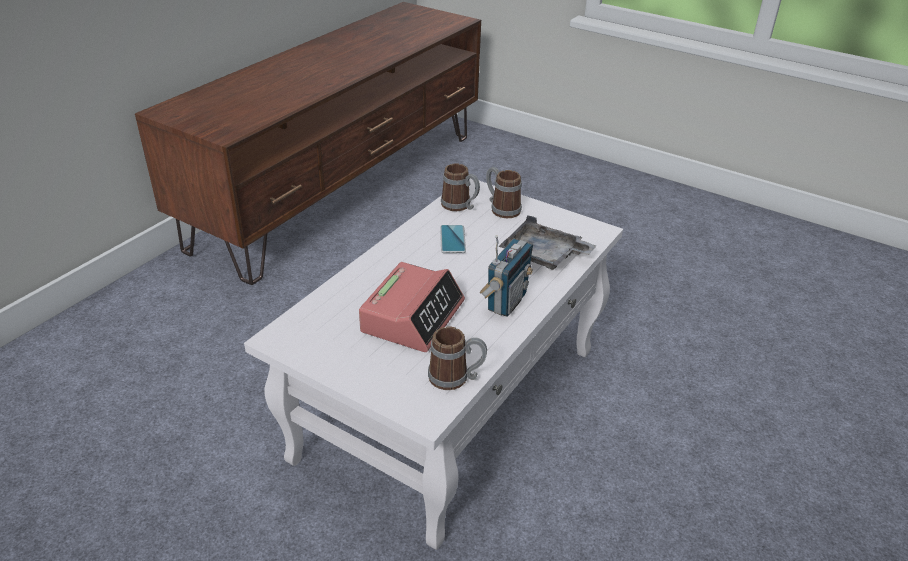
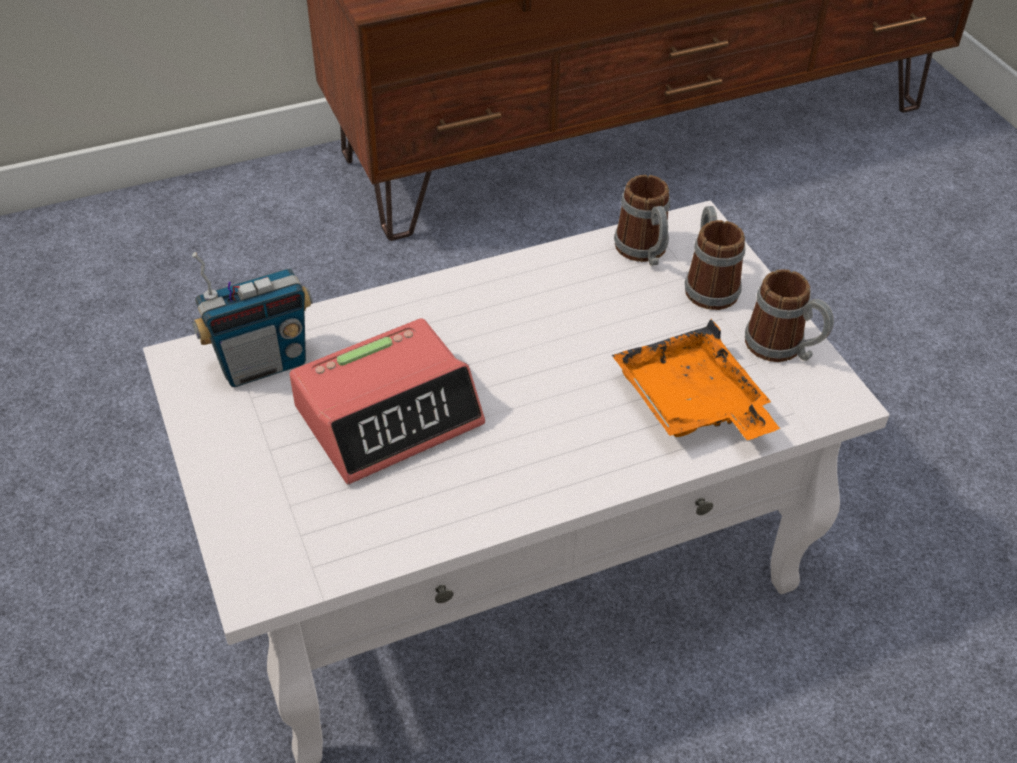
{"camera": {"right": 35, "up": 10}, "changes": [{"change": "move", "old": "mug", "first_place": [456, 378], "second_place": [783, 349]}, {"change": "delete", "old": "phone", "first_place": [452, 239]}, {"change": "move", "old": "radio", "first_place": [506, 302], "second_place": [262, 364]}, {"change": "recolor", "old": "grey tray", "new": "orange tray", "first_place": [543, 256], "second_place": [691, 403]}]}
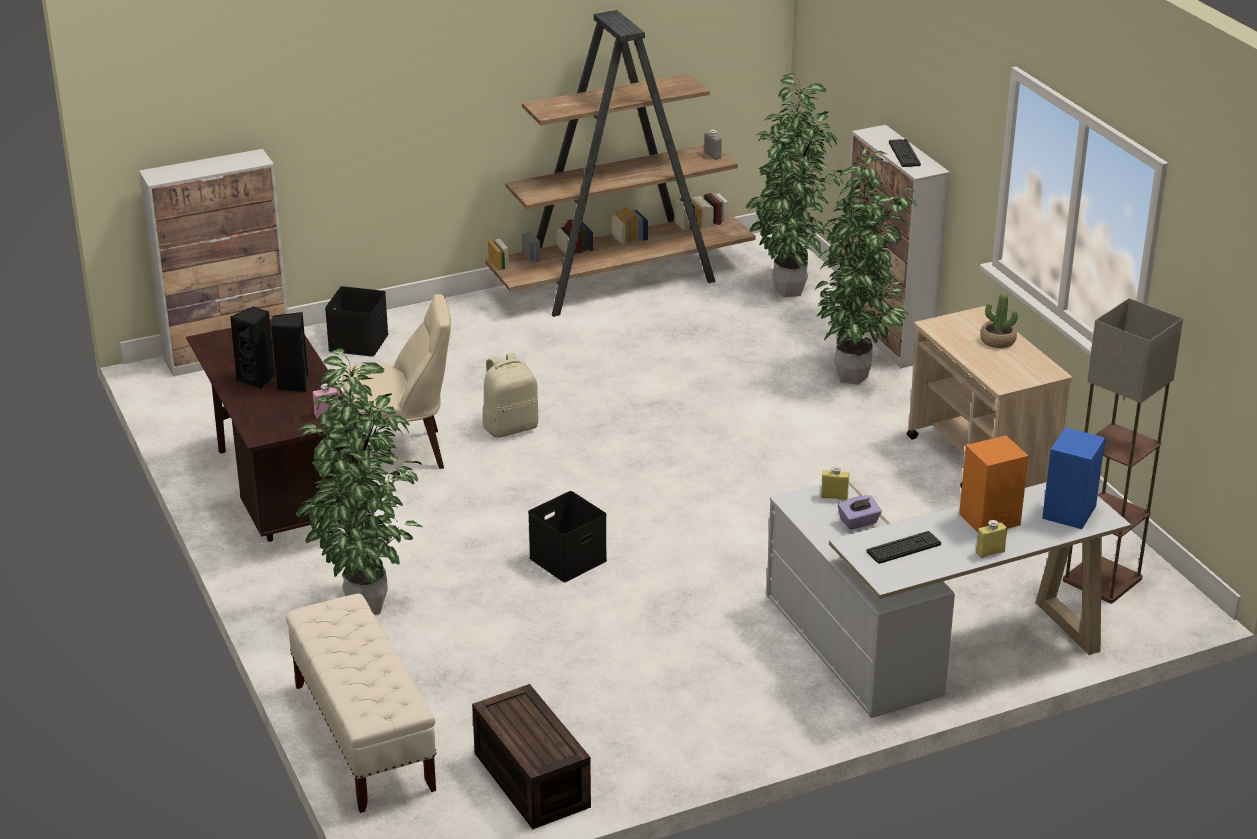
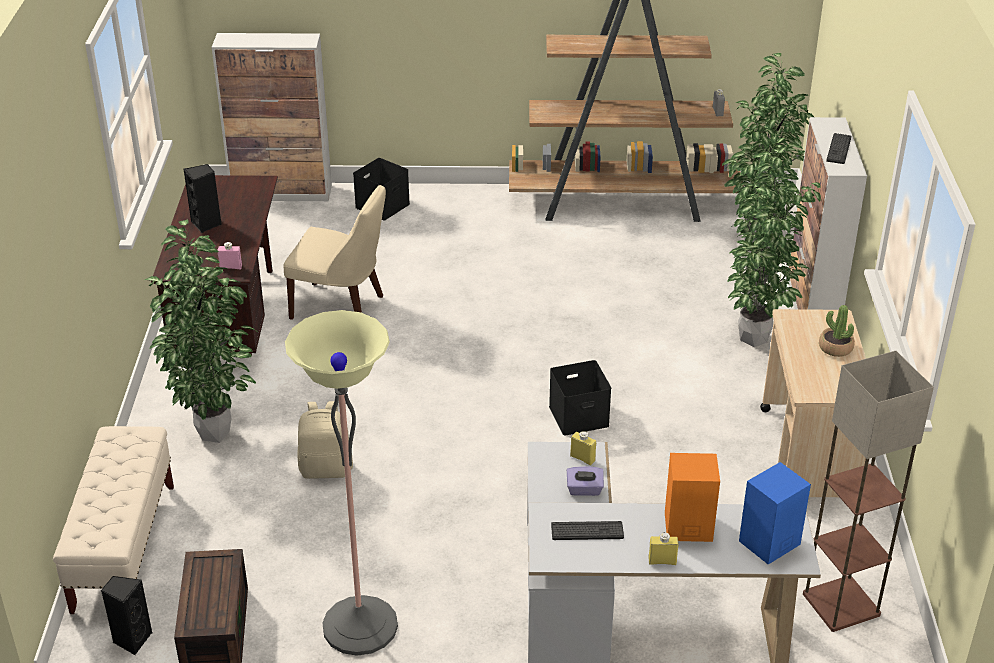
{"camera": {"right": 25, "up": 5}, "changes": [{"change": "move", "old": "black speaker", "first_place": [293, 384], "second_place": [132, 639]}, {"change": "move", "old": "beige backpack", "first_place": [510, 427], "second_place": [326, 468]}, {"change": "move", "old": "black storage box", "first_place": [568, 558], "second_place": [579, 415]}, {"change": "insert", "new": "floor lamp", "second_place": [360, 626]}]}
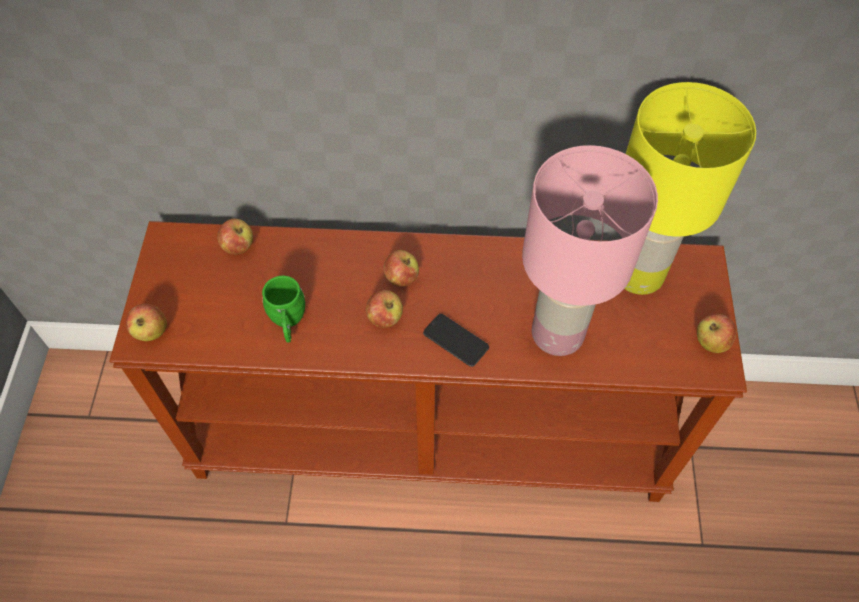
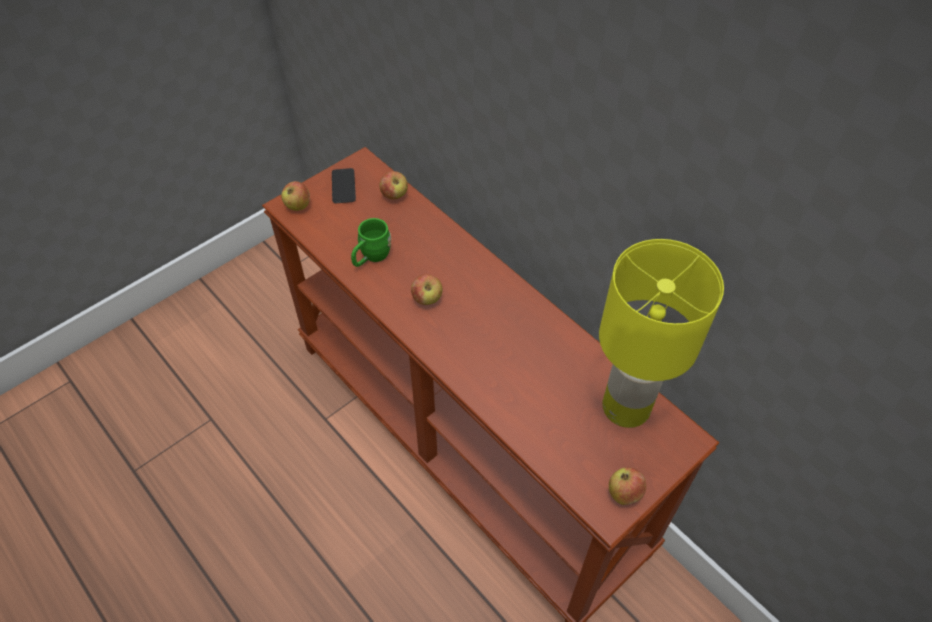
{"camera": {"right": 45, "up": -5}, "changes": [{"change": "delete", "old": "apple", "first_place": [401, 278]}, {"change": "move", "old": "phone", "first_place": [455, 340], "second_place": [343, 186]}, {"change": "delete", "old": "pink table lamp", "first_place": [559, 334]}]}
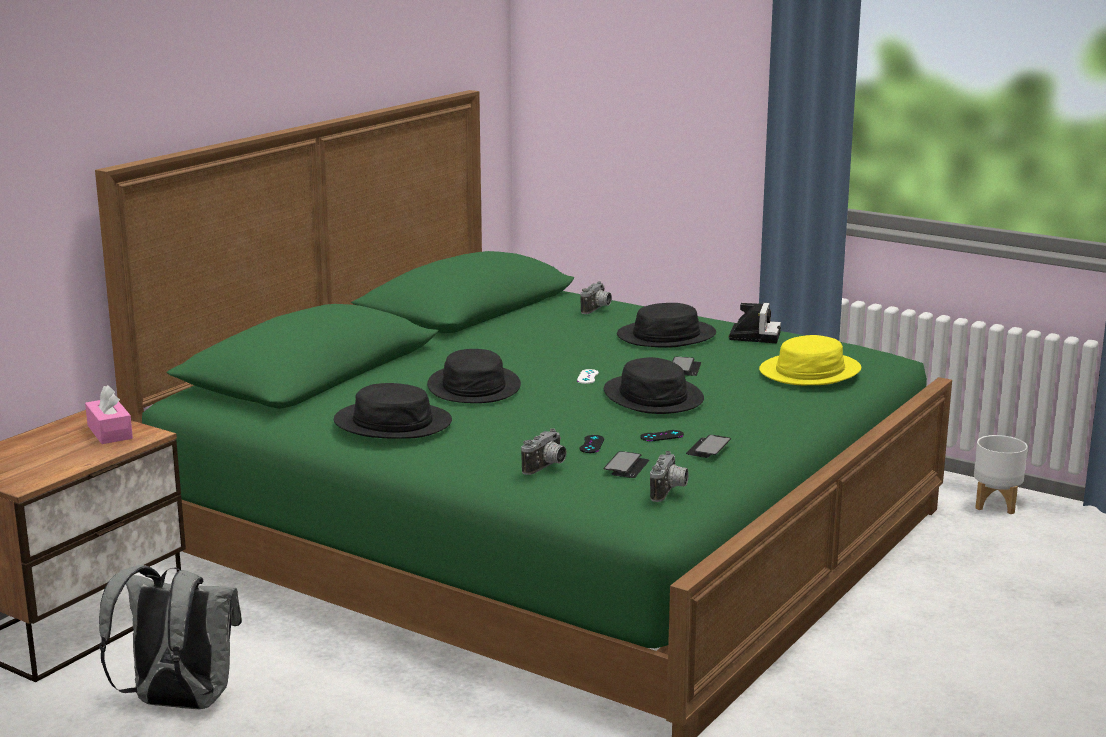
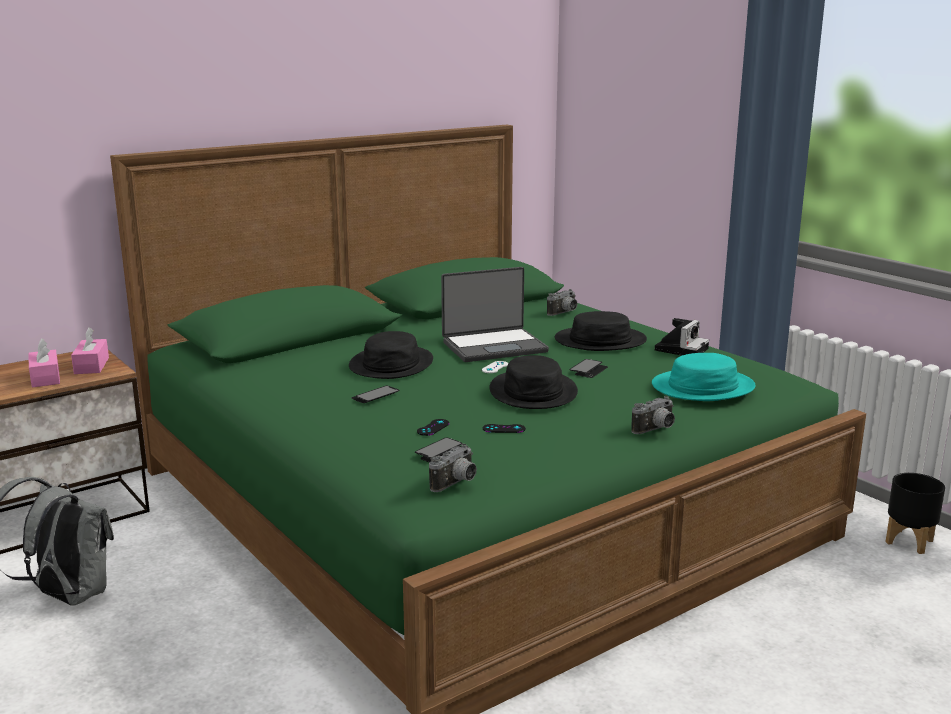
{"camera": {"right": 20, "up": 0}, "changes": [{"change": "delete", "old": "black hat", "first_place": [393, 423]}, {"change": "move", "old": "photo camera", "first_place": [547, 467], "second_place": [656, 430]}, {"change": "move", "old": "phone", "first_place": [708, 448], "second_place": [375, 396]}, {"change": "recolor", "old": "yellow hat", "new": "turquoise hat", "first_place": [810, 371], "second_place": [703, 387]}, {"change": "recolor", "old": "white planter", "new": "black planter", "first_place": [995, 504], "second_place": [909, 541]}, {"change": "insert", "new": "pink tissue box", "second_place": [45, 378]}, {"change": "insert", "new": "laptop", "second_place": [494, 346]}]}
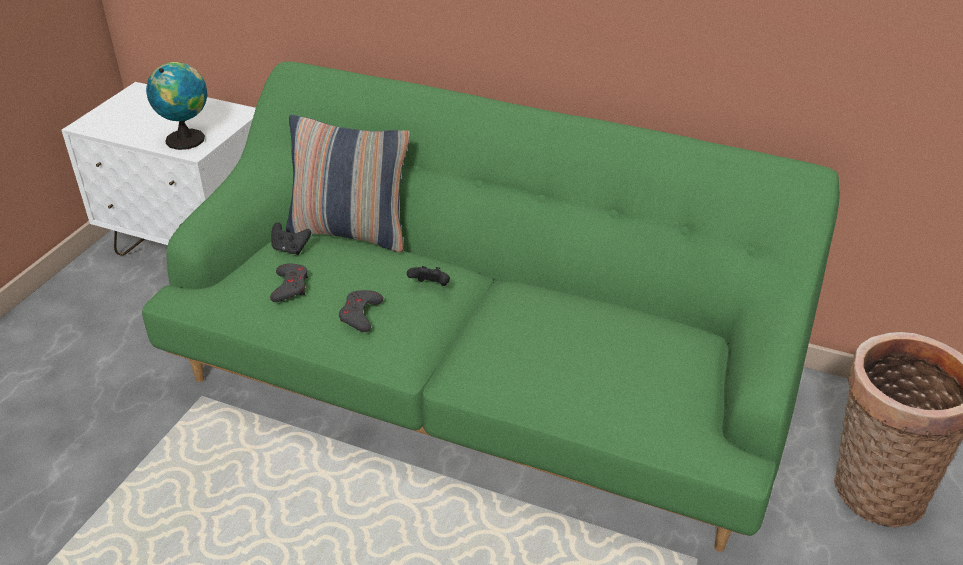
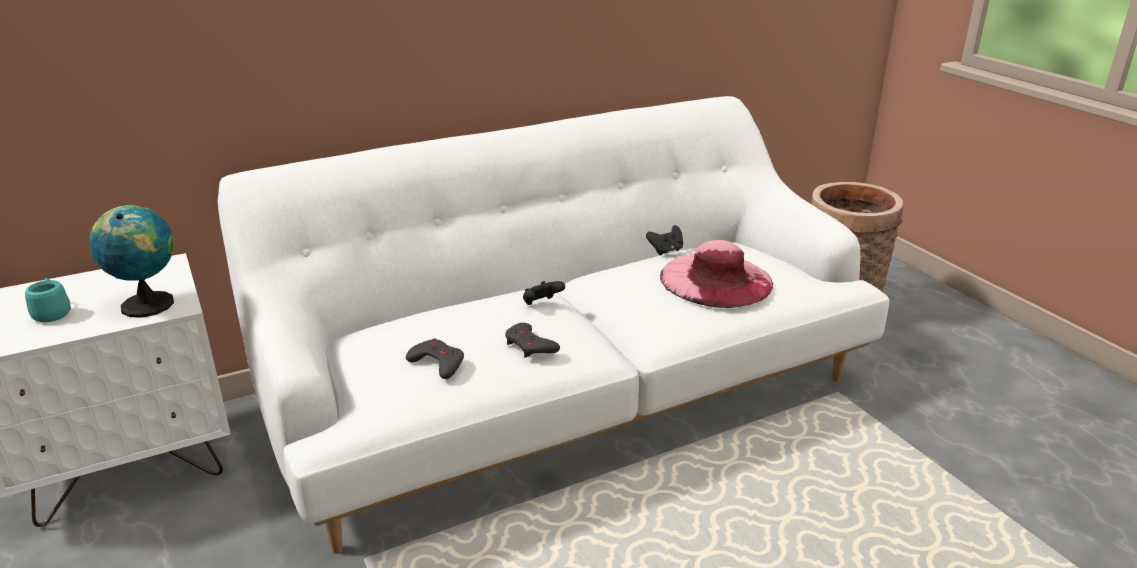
{"camera": {"right": -50, "up": -10}, "changes": [{"change": "recolor", "old": "green sofa", "new": "white sofa", "first_place": [481, 382], "second_place": [568, 393]}, {"change": "move", "old": "black game controller", "first_place": [290, 249], "second_place": [666, 251]}, {"change": "delete", "old": "pillow", "first_place": [350, 232]}, {"change": "insert", "new": "turquoise mug", "second_place": [52, 312]}, {"change": "insert", "new": "pink hat", "second_place": [716, 279]}]}
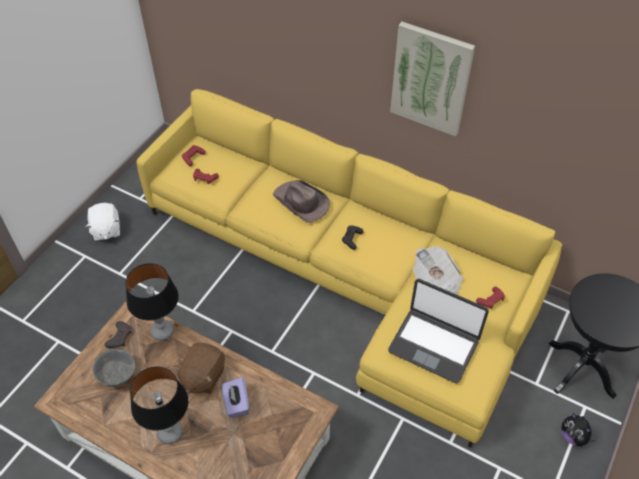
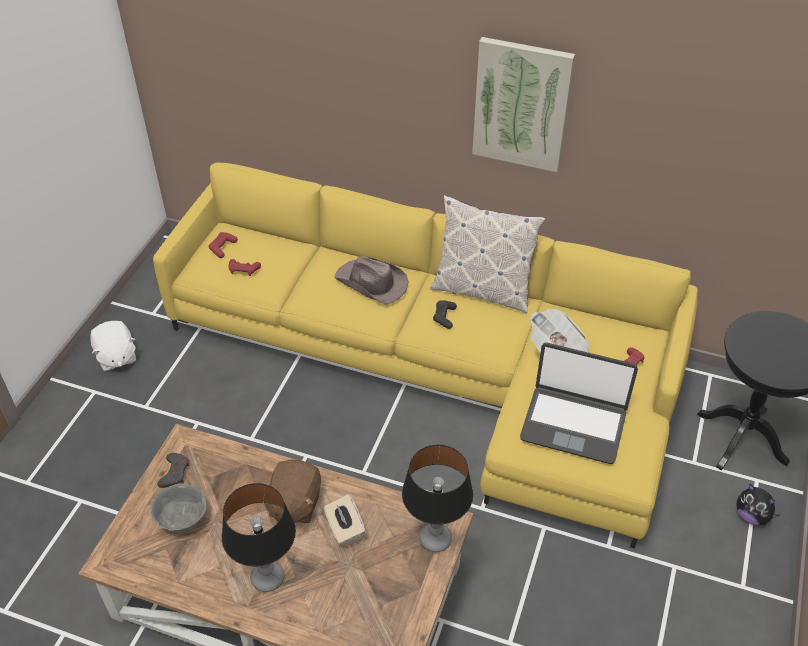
{"camera": {"right": -10, "up": -5}, "changes": [{"change": "move", "old": "table lamp", "first_place": [162, 331], "second_place": [435, 539]}, {"change": "recolor", "old": "purple tissue box", "new": "beige tissue box", "first_place": [236, 403], "second_place": [345, 530]}, {"change": "insert", "new": "pillow", "second_place": [482, 290]}]}
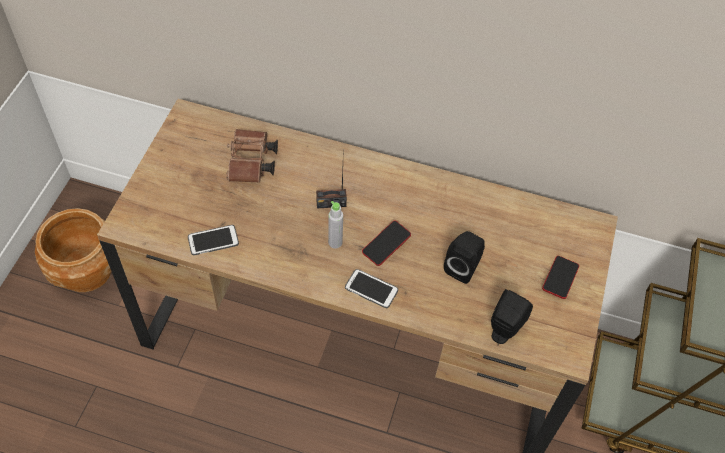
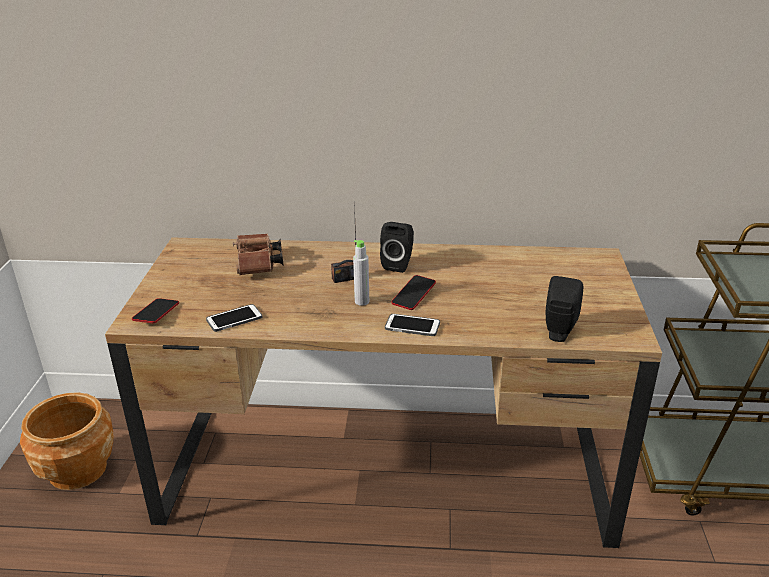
{"camera": {"right": -10, "up": -25}, "changes": [{"change": "move", "old": "black speaker", "first_place": [463, 267], "second_place": [399, 264]}, {"change": "move", "old": "phone", "first_place": [559, 279], "second_place": [156, 314]}]}
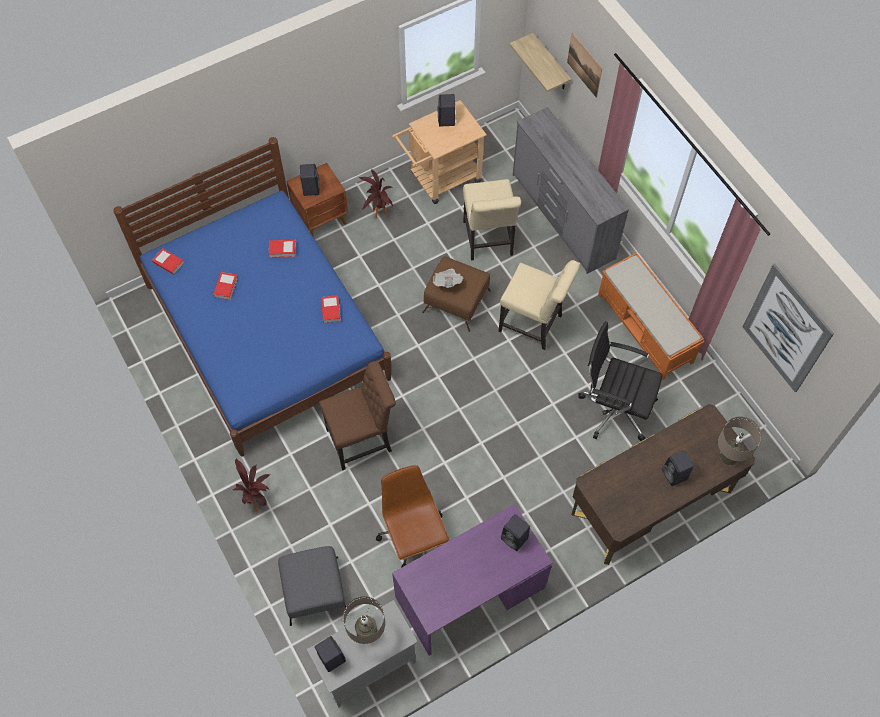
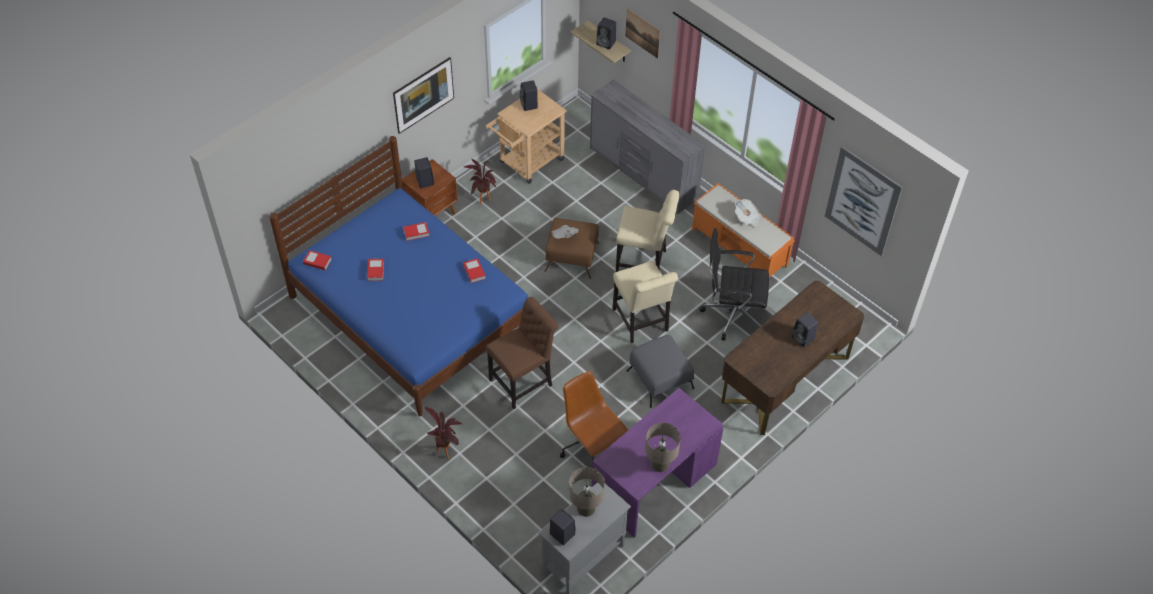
{"camera": {"right": -15, "up": -10}, "changes": [{"change": "move", "old": "grey ottoman", "first_place": [314, 590], "second_place": [660, 379]}, {"change": "move", "old": "beige chair", "first_place": [488, 241], "second_place": [641, 322]}, {"change": "move", "old": "black speaker", "first_place": [515, 538], "second_place": [606, 43]}, {"change": "move", "old": "beige table lamp", "first_place": [729, 456], "second_place": [660, 464]}, {"change": "insert", "new": "picture", "second_place": [424, 105]}, {"change": "insert", "new": "newspaper", "second_place": [747, 218]}]}
